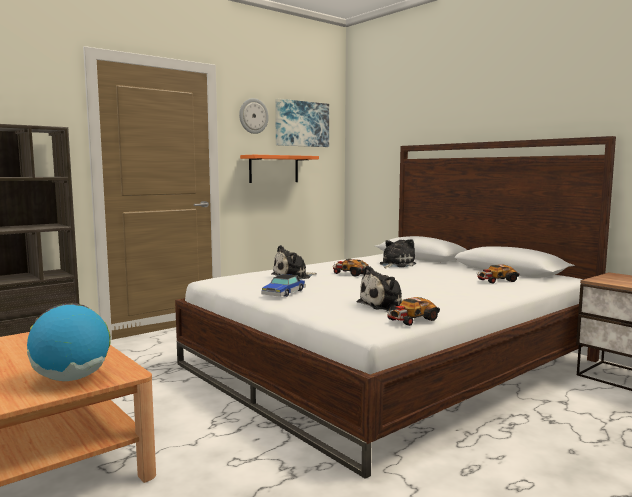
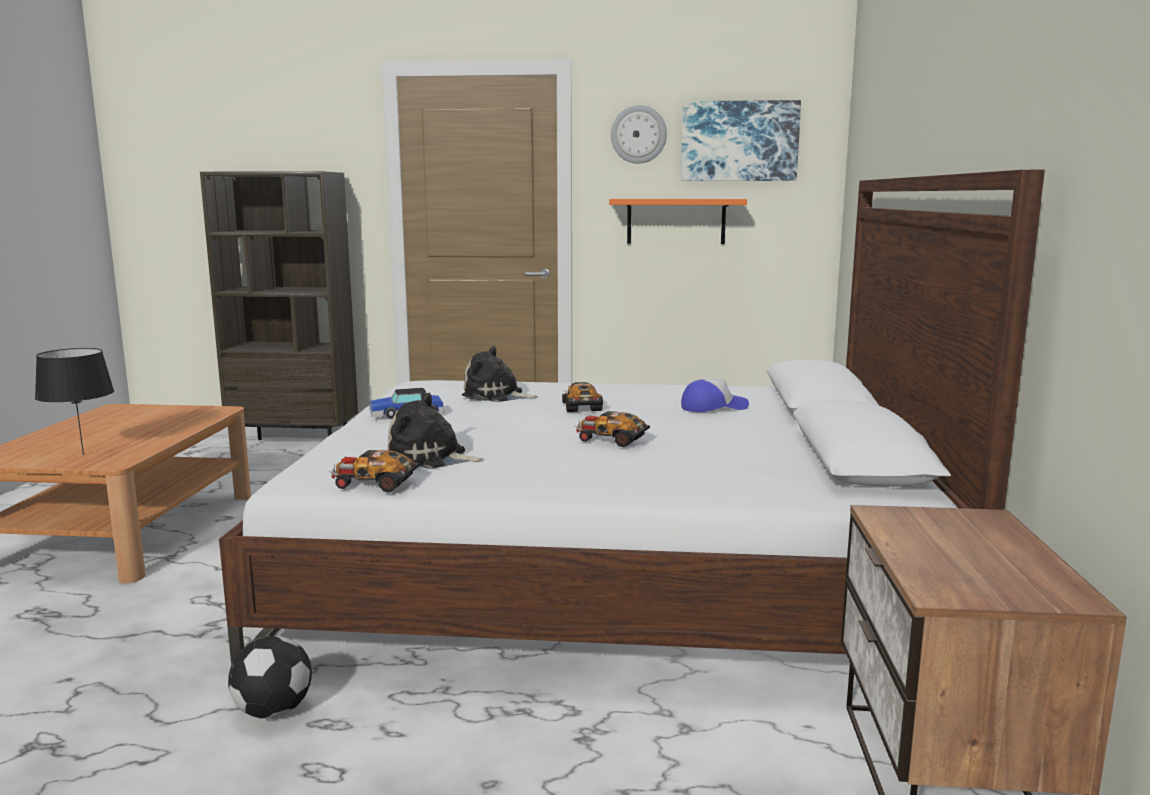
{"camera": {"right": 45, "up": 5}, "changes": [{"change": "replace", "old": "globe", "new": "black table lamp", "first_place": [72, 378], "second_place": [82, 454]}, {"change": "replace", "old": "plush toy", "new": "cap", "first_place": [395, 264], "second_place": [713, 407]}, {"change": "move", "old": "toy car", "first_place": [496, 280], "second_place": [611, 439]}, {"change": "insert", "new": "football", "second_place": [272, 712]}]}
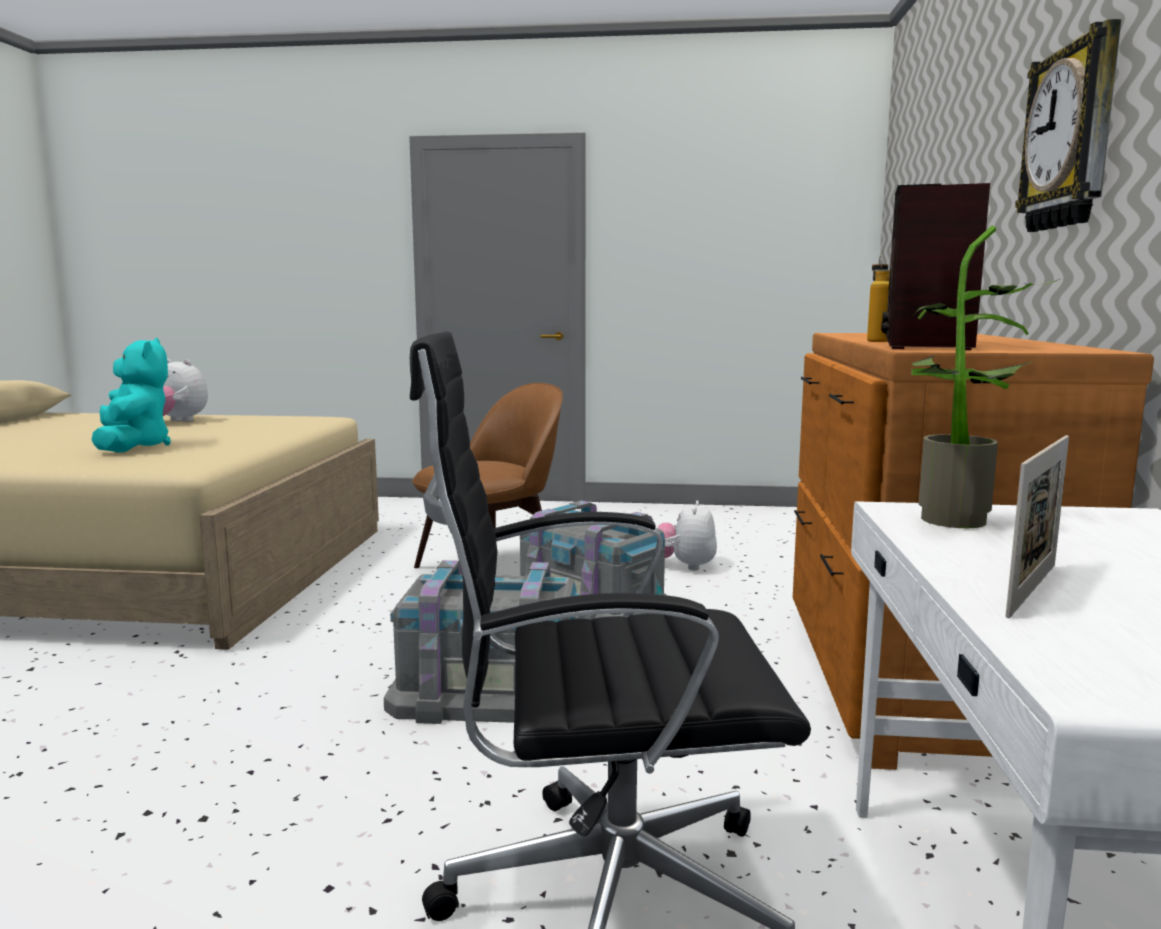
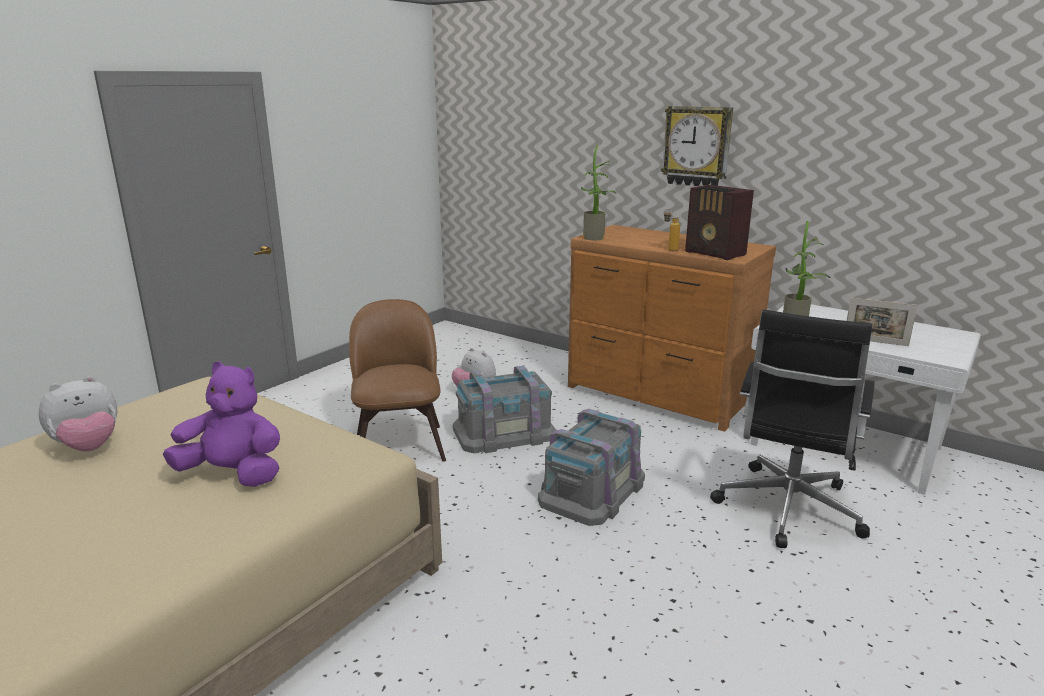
{"camera": {"right": -60, "up": 10}, "changes": [{"change": "recolor", "old": "turquoise plush toy", "new": "purple plush toy", "first_place": [133, 447], "second_place": [233, 474]}, {"change": "rotate", "old": "picture frame", "first_place": [1032, 589], "second_place": [875, 341], "degrees": 135}, {"change": "insert", "new": "potted plant", "second_place": [596, 238]}]}
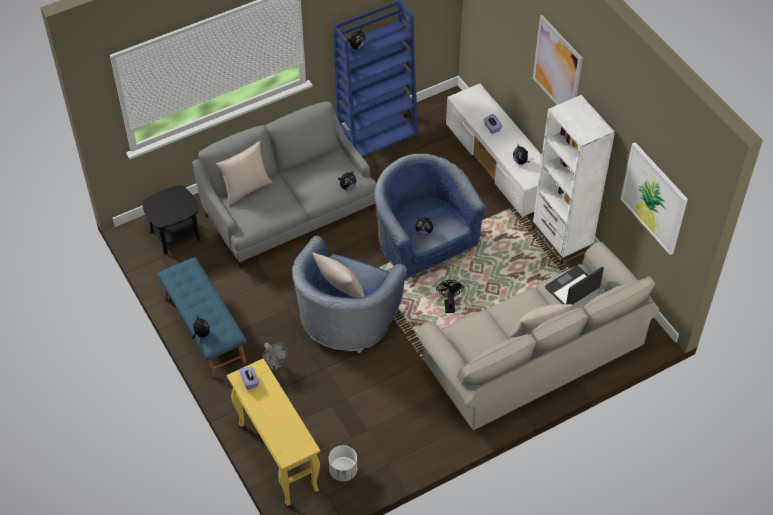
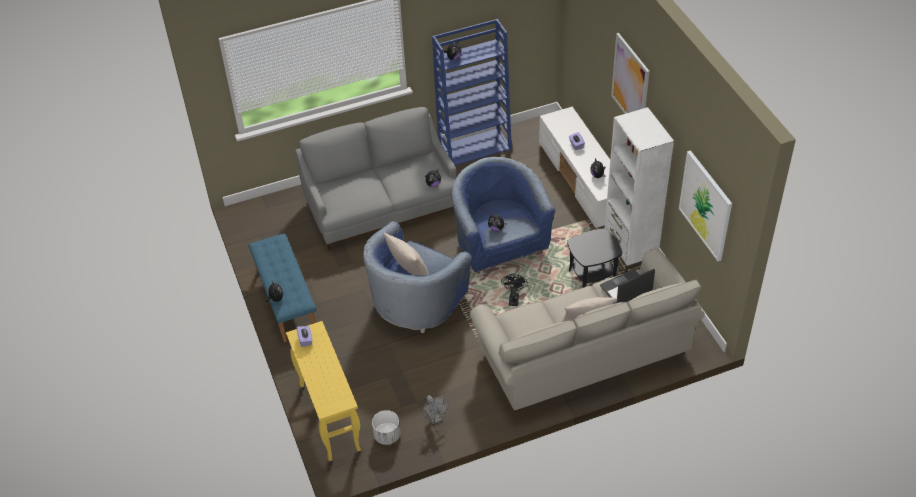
{"camera": {"right": 10, "up": -5}, "changes": [{"change": "move", "old": "black side table", "first_place": [175, 235], "second_place": [592, 276]}, {"change": "delete", "old": "beige pillow", "first_place": [246, 189]}, {"change": "move", "old": "grey fan", "first_place": [274, 365], "second_place": [435, 418]}]}
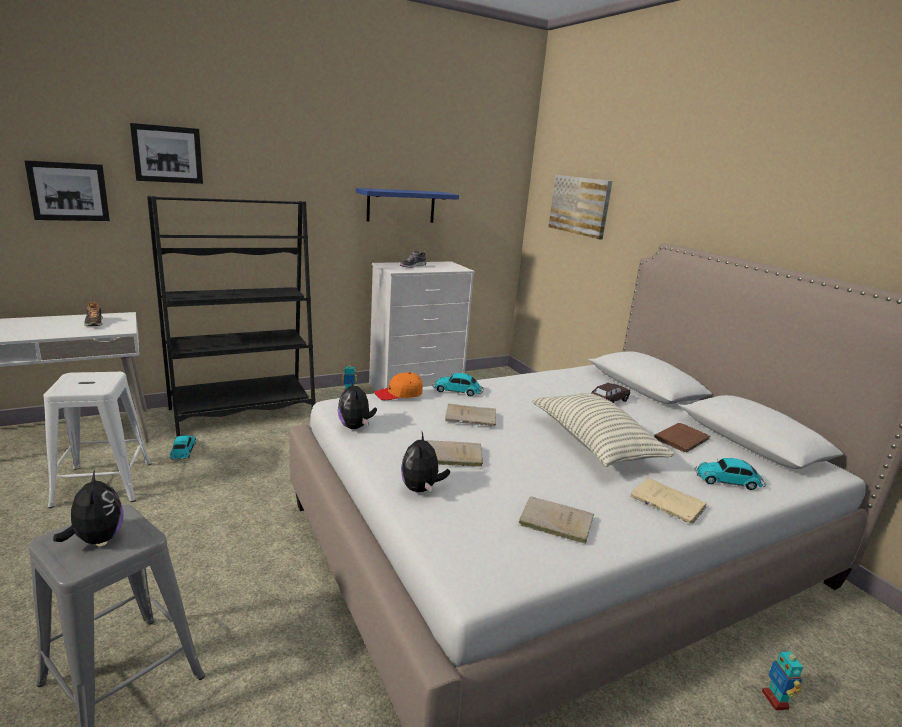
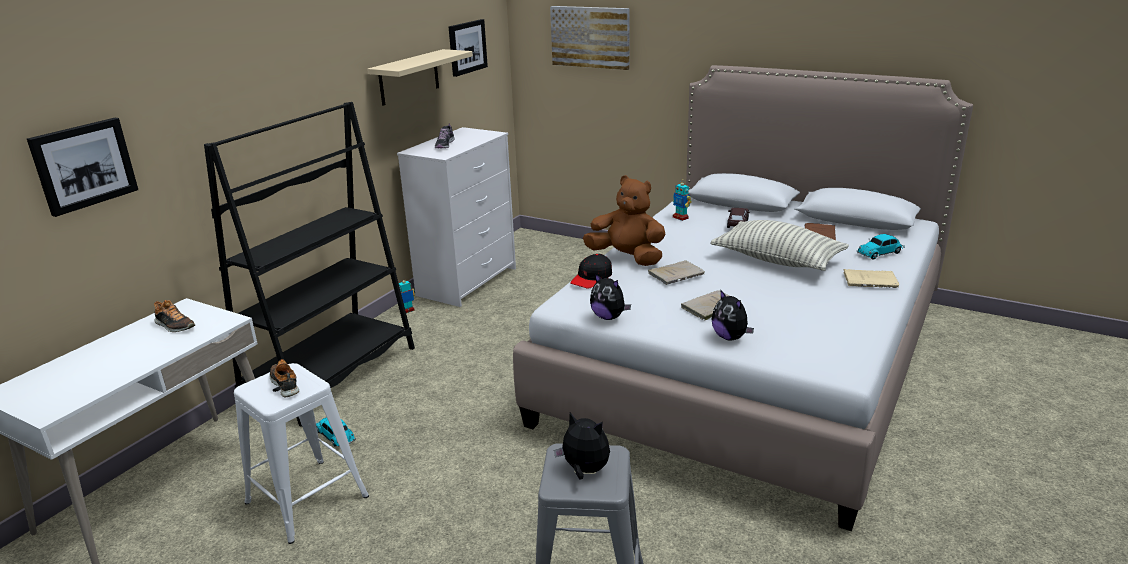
{"camera": {"right": -30, "up": 5}, "changes": [{"change": "move", "old": "picture", "first_place": [167, 154], "second_place": [467, 47]}, {"change": "recolor", "old": "blue shelf", "new": "beige shelf", "first_place": [401, 206], "second_place": [409, 77]}, {"change": "recolor", "old": "orange cap", "new": "black cap", "first_place": [399, 394], "second_place": [592, 278]}, {"change": "replace", "old": "toy car", "new": "brown plush toy", "first_place": [458, 391], "second_place": [627, 258]}, {"change": "delete", "old": "beige book", "first_place": [553, 521]}, {"change": "move", "old": "toy robot", "first_place": [775, 700], "second_place": [680, 217]}, {"change": "insert", "new": "shoe", "second_place": [285, 384]}]}
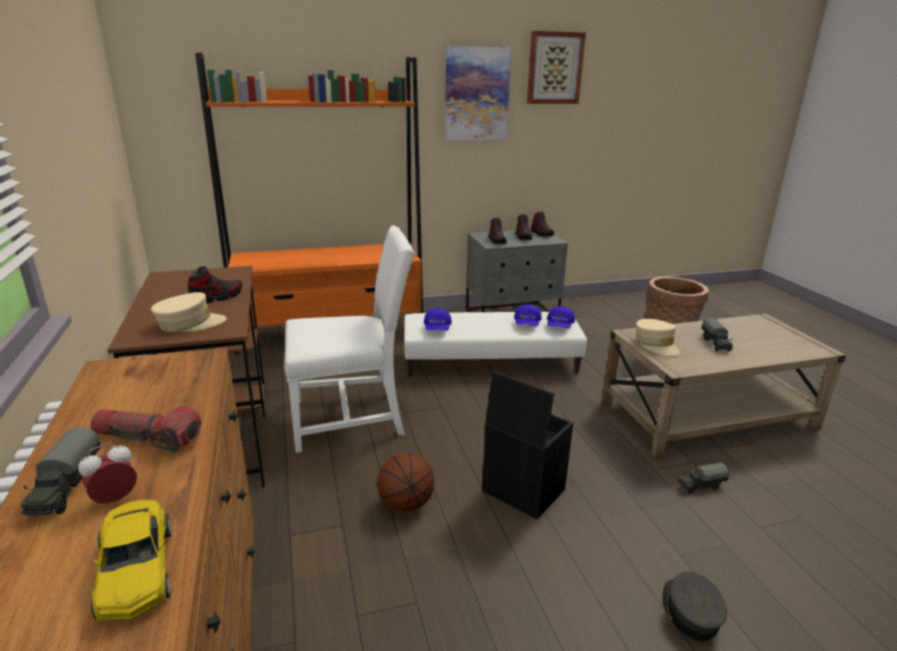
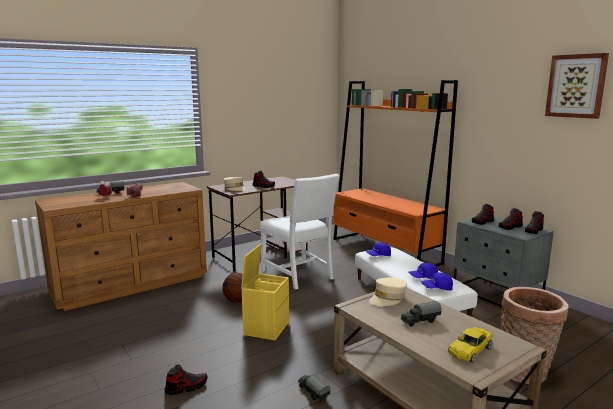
{"camera": {"right": 70, "up": -10}, "changes": [{"change": "move", "old": "yellow toy car", "first_place": [136, 570], "second_place": [470, 350]}, {"change": "delete", "old": "picture", "first_place": [476, 94]}, {"change": "recolor", "old": "black storage box", "new": "yellow storage box", "first_place": [521, 490], "second_place": [266, 327]}, {"change": "replace", "old": "grey cap", "new": "shoe", "first_place": [689, 612], "second_place": [186, 387]}]}
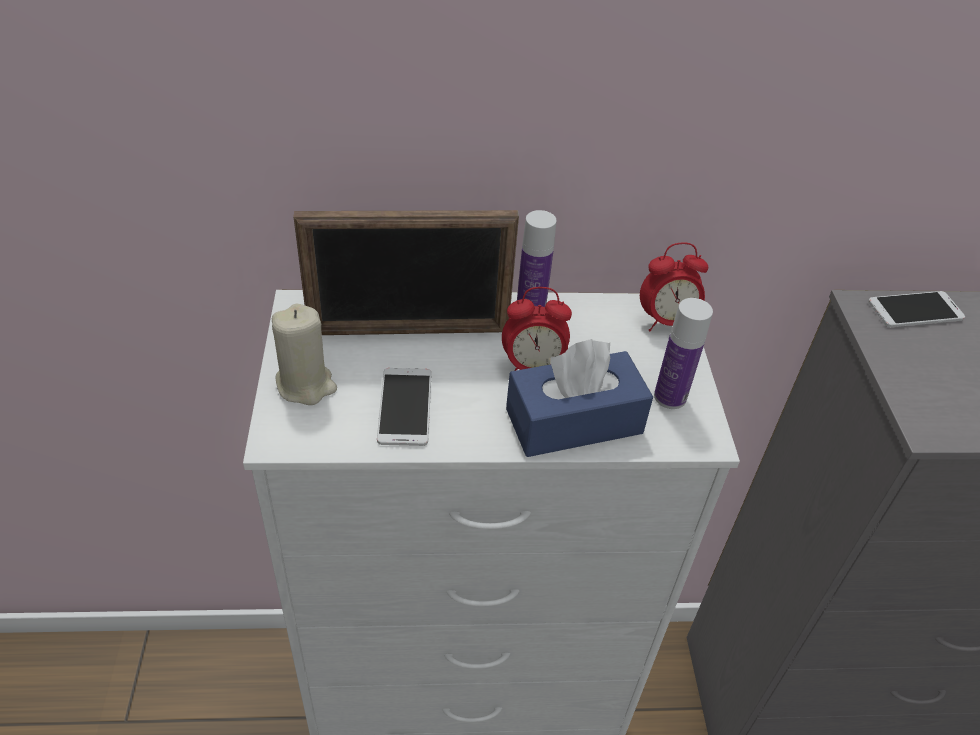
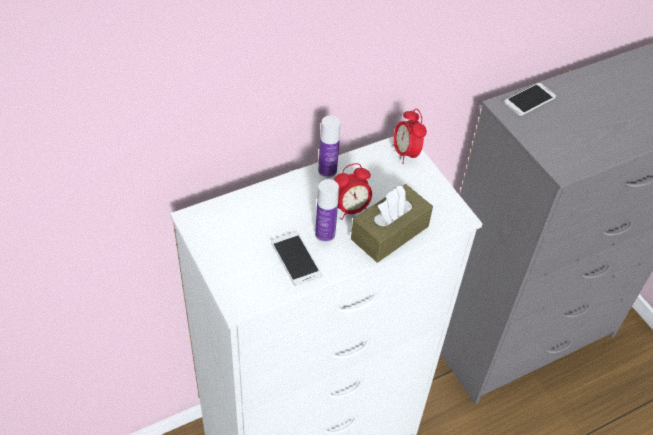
{"camera": {"right": -25, "up": 5}, "changes": [{"change": "delete", "old": "beige candle", "first_place": [306, 385]}, {"change": "delete", "old": "picture frame", "first_place": [409, 332]}, {"change": "recolor", "old": "blue tissue box", "new": "brown tissue box", "first_place": [574, 421], "second_place": [389, 232]}, {"change": "rotate", "old": "alarm clock", "first_place": [666, 321], "second_place": [406, 153], "degrees": 105}, {"change": "move", "old": "bottle", "first_place": [670, 397], "second_place": [325, 234]}]}
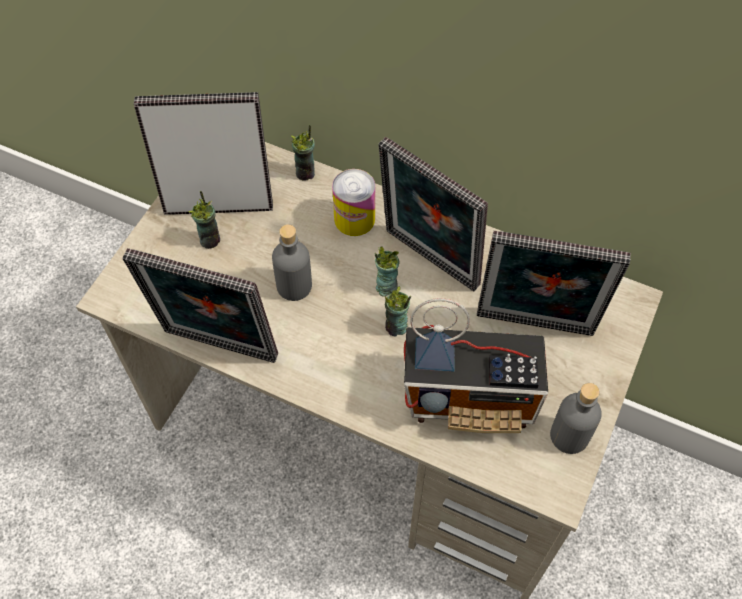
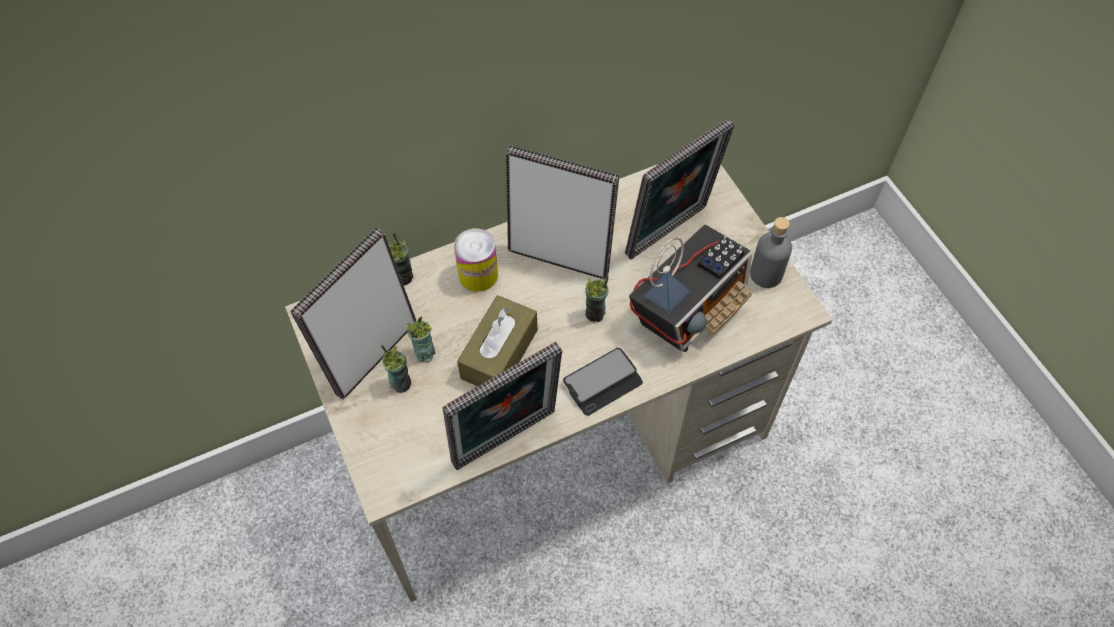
{"camera": {"right": -50, "up": 0}, "changes": [{"change": "replace", "old": "grey bottle", "new": "brown tissue box", "first_place": [294, 286], "second_place": [499, 354]}, {"change": "move", "old": "cup", "first_place": [386, 287], "second_place": [424, 353]}, {"change": "rotate", "old": "picture frame", "first_place": [427, 262], "second_place": [560, 256], "degrees": -150}, {"change": "insert", "new": "phone", "second_place": [602, 382]}]}
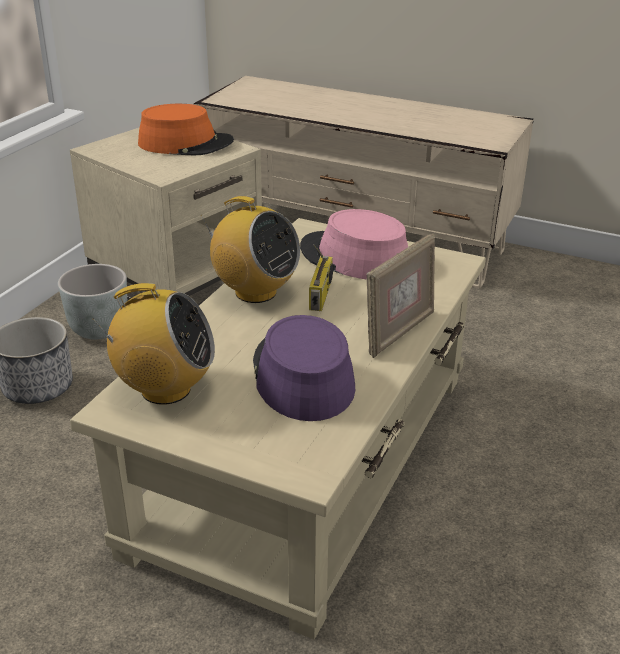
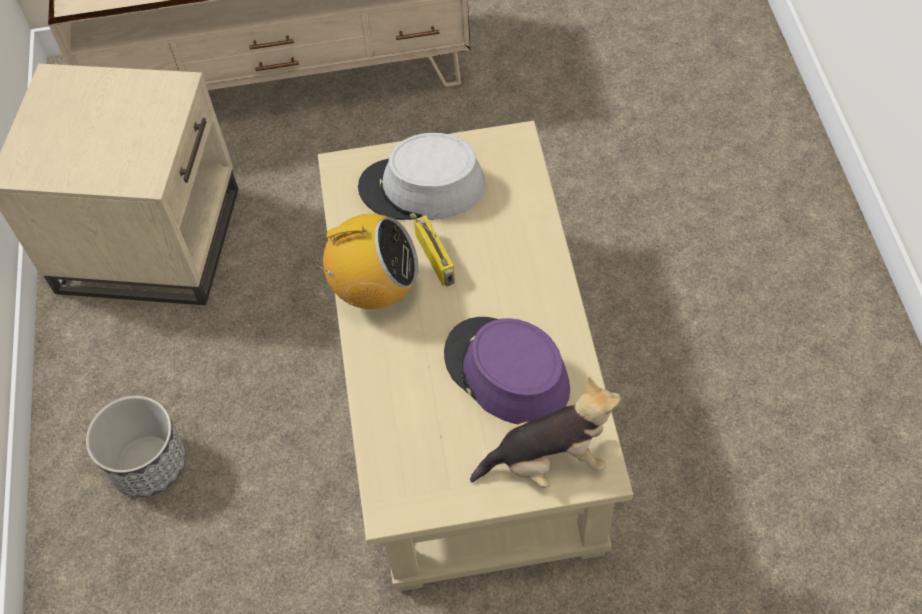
{"camera": {"right": -30, "up": 25}, "changes": [{"change": "delete", "old": "grey planter", "first_place": [99, 329]}, {"change": "delete", "old": "radio", "first_place": [165, 389]}, {"change": "delete", "old": "orange hat", "first_place": [186, 143]}, {"change": "recolor", "old": "pink hat", "new": "grey hat", "first_place": [354, 257], "second_place": [422, 188]}, {"change": "delete", "old": "picture frame", "first_place": [399, 332]}, {"change": "insert", "new": "plush toy", "second_place": [549, 461]}]}
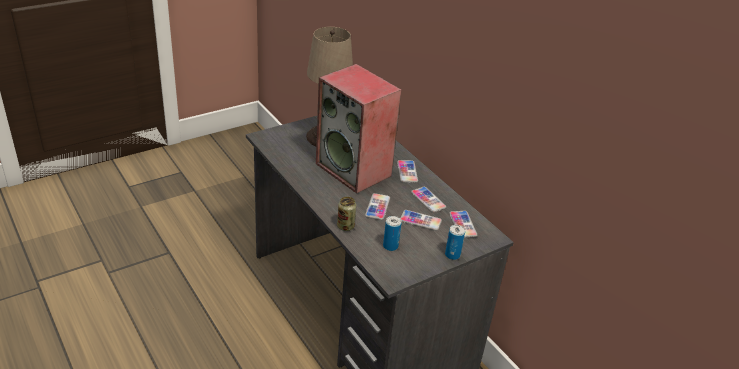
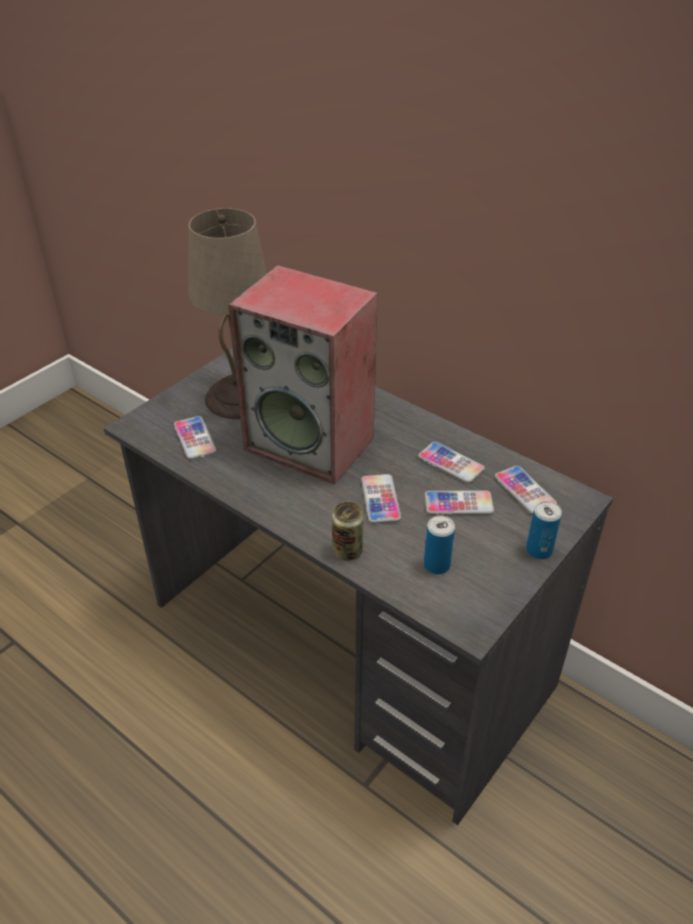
{"camera": {"right": -15, "up": 5}, "changes": [{"change": "move", "old": "phone", "first_place": [407, 172], "second_place": [195, 439]}]}
